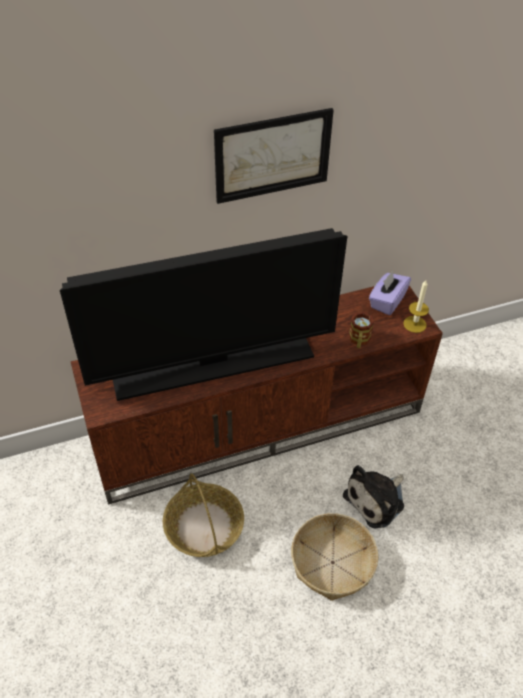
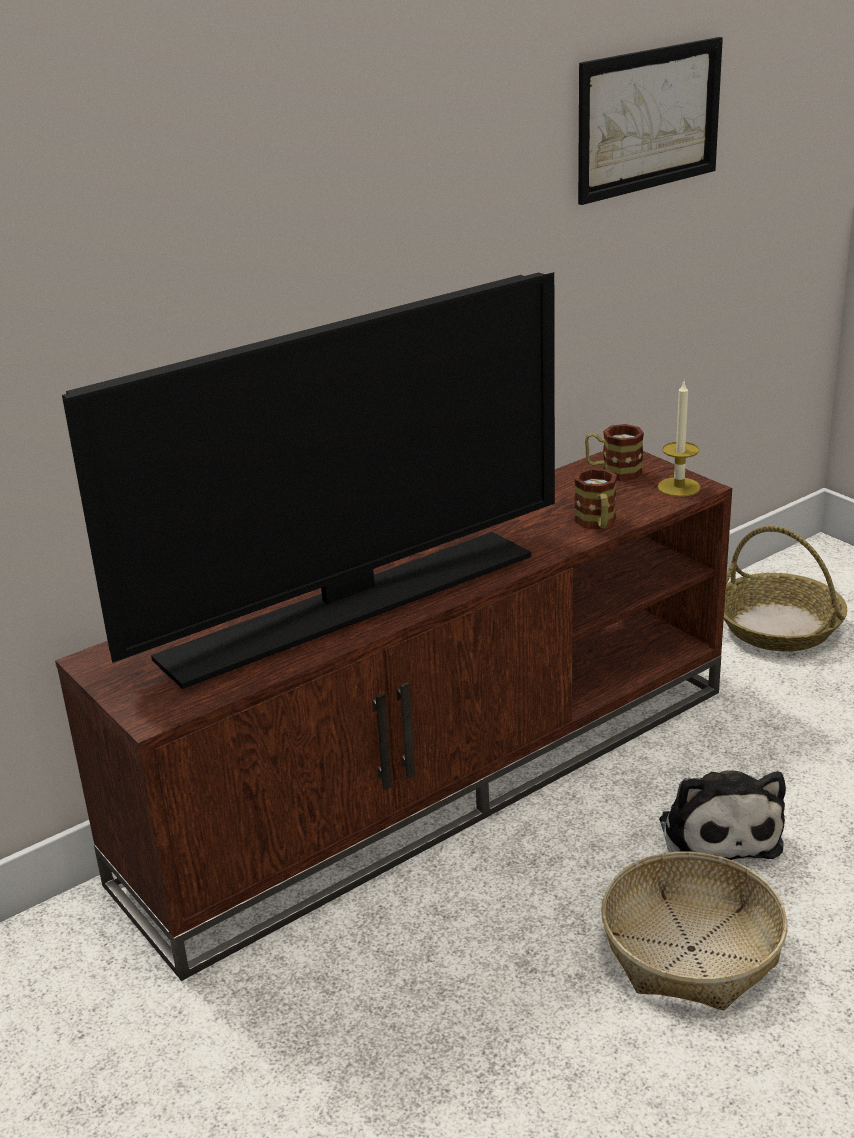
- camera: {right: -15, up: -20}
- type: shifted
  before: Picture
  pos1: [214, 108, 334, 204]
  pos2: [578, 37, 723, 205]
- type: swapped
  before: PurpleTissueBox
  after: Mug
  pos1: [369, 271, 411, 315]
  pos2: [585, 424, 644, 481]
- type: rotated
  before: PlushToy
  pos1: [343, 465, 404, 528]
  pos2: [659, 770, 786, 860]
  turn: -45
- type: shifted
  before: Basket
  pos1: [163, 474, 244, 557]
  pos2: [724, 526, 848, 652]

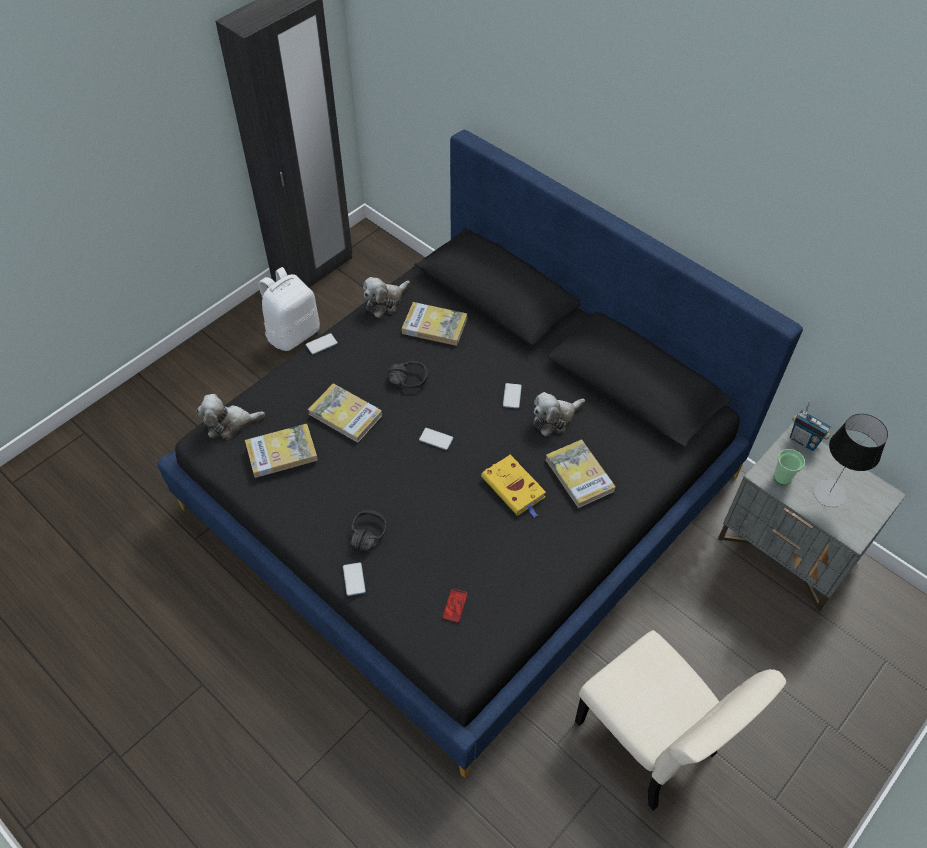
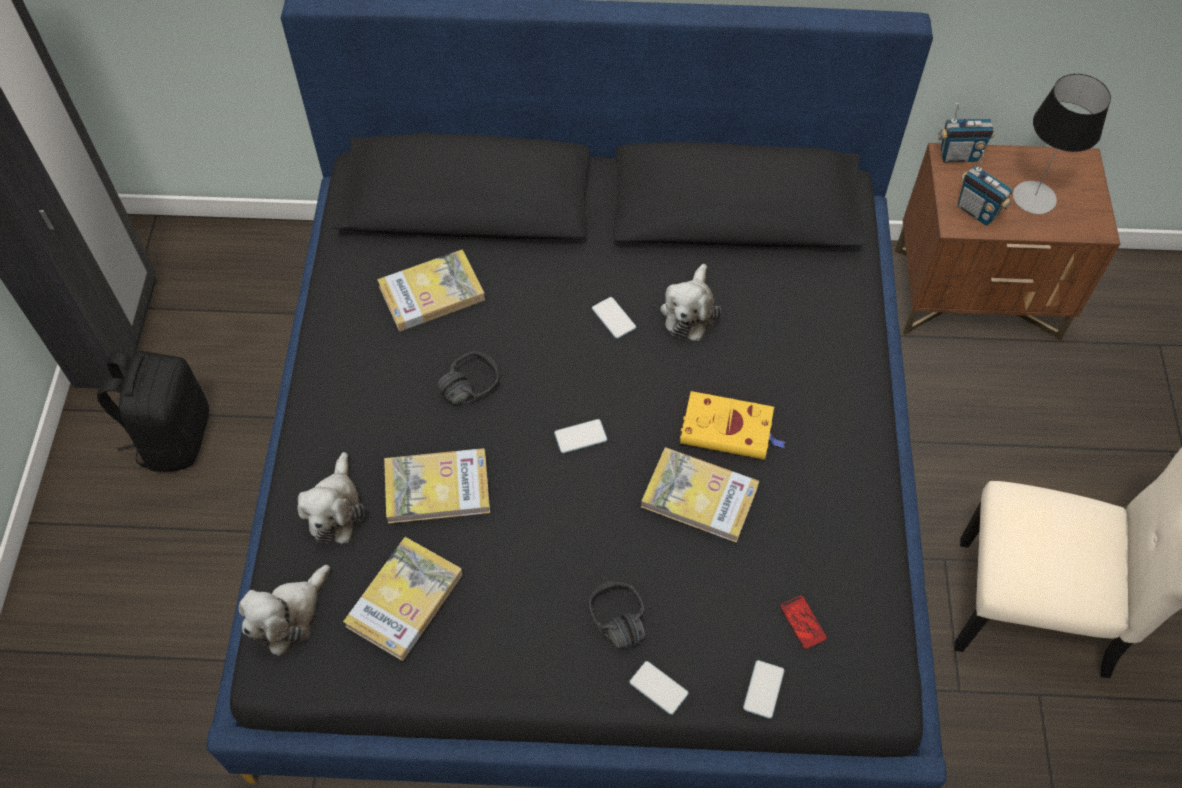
- camera: {right: -40, up: 5}
- type: repainted
  before: WhiteBackpack
  after: BlackBackpack
  pos1: [258, 267, 320, 351]
  pos2: [97, 351, 209, 472]
- type: shifted
  before: PlushToy
  pos1: [363, 277, 410, 318]
  pos2: [297, 452, 364, 544]
- type: shifted
  before: Book
  pos1: [545, 439, 616, 508]
  pos2: [641, 447, 759, 542]
- type: shifted
  before: Phone
  pos1: [306, 333, 338, 355]
  pos2: [743, 660, 785, 719]
- type: repainted
  before: GreyNightstand
  after: BrownNightstand
  pos1: [718, 423, 906, 611]
  pos2: [895, 143, 1120, 341]
- type: swapped
  before: Cup
  after: Radio
  pos1: [774, 449, 805, 485]
  pos2: [958, 150, 1013, 226]

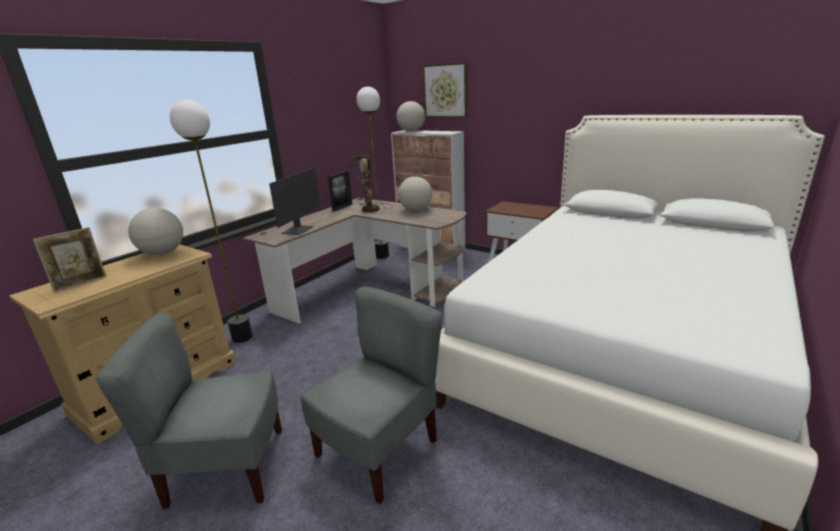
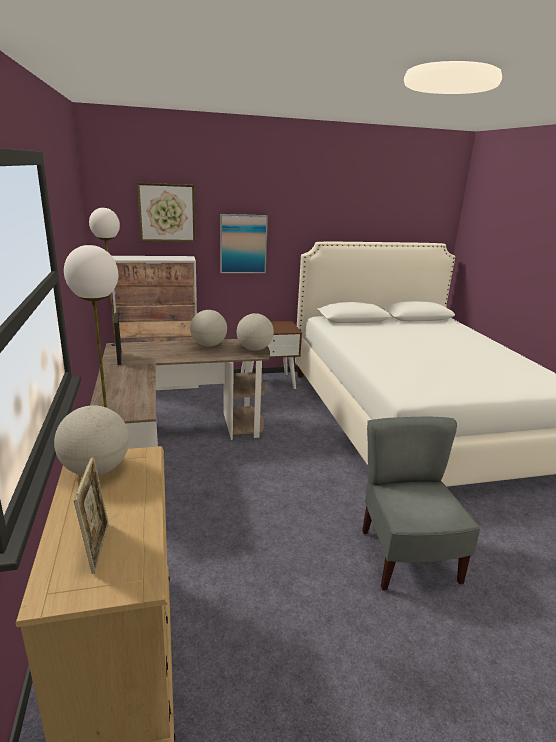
- camera: {right: -50, up: 0}
- type: new
  after: Picture
  pos2: [220, 214, 268, 273]
- type: shifted
  before: Globe
  pos1: [396, 101, 425, 132]
  pos2: [237, 313, 274, 351]
- type: gone
  before: GreyChair
  pos1: [95, 313, 282, 509]
- type: gone
  before: Monitor
  pos1: [269, 167, 320, 235]
- type: gone
  before: TableLamp
  pos1: [348, 156, 393, 212]

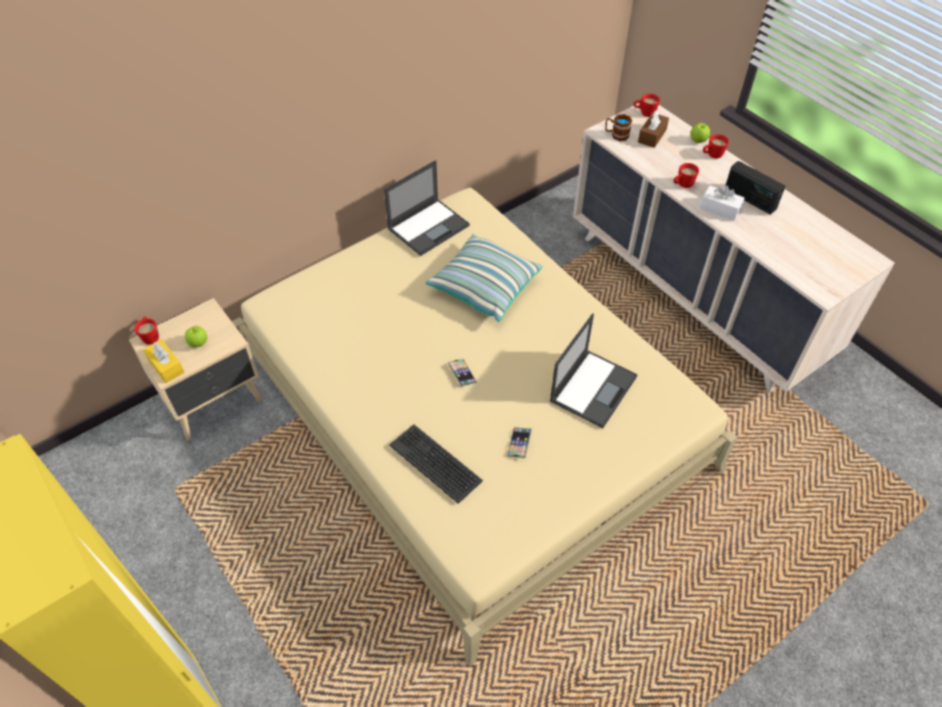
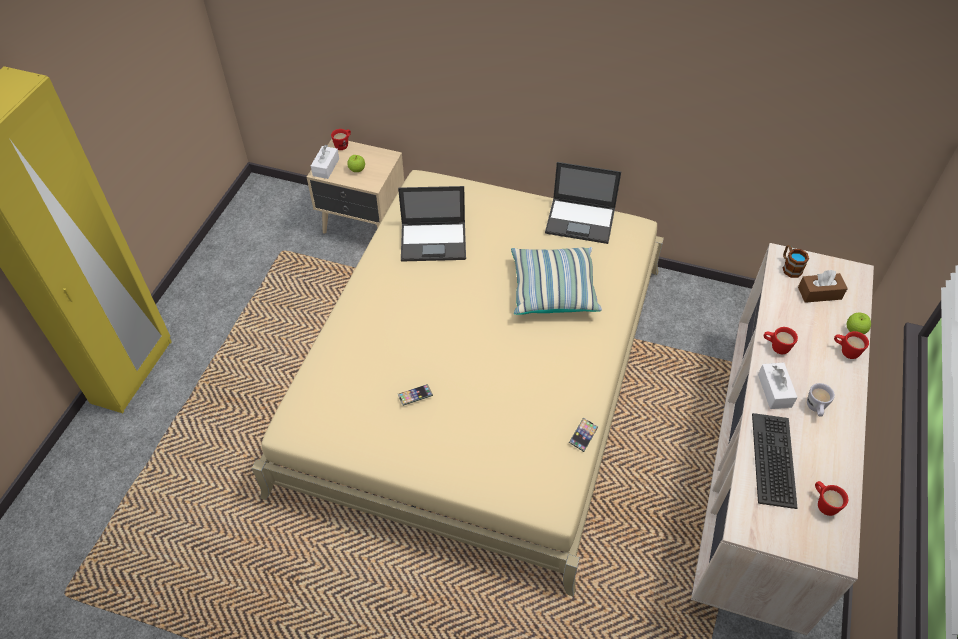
- camera: {right: 55, up: 0}
- type: repainted
  before: YellowTissueBox
  after: WhiteTissueBox
  pos1: [143, 339, 185, 383]
  pos2: [311, 145, 339, 179]
- type: shifted
  before: Laptop
  pos1: [549, 313, 638, 428]
  pos2: [398, 186, 466, 261]
- type: shifted
  before: Phone
  pos1: [448, 359, 476, 386]
  pos2: [569, 417, 598, 452]
- type: shifted
  before: Keyboard
  pos1: [389, 424, 483, 504]
  pos2: [752, 413, 797, 509]
- type: swapped
  before: Radio
  after: WhiteMug
  pos1: [726, 161, 785, 215]
  pos2: [807, 383, 835, 416]
- type: shifted
  before: RedMug
  pos1: [634, 94, 660, 117]
  pos2: [815, 481, 848, 516]

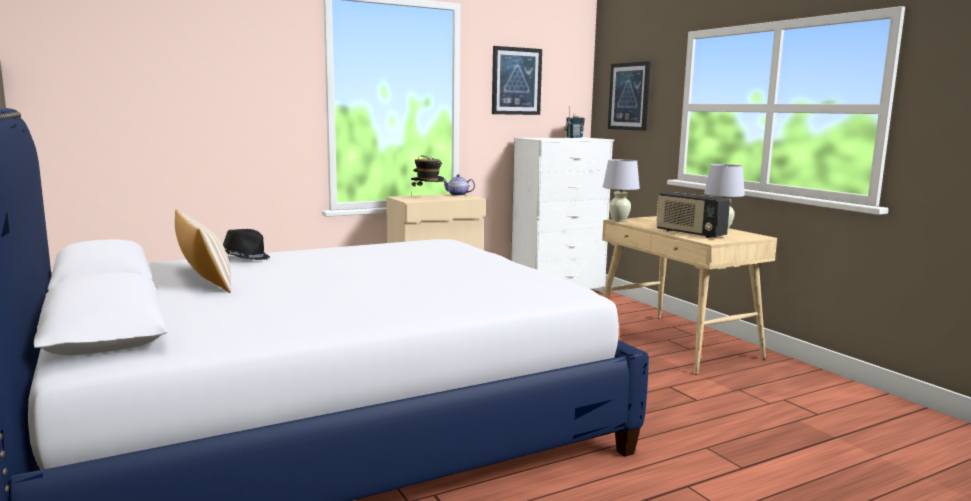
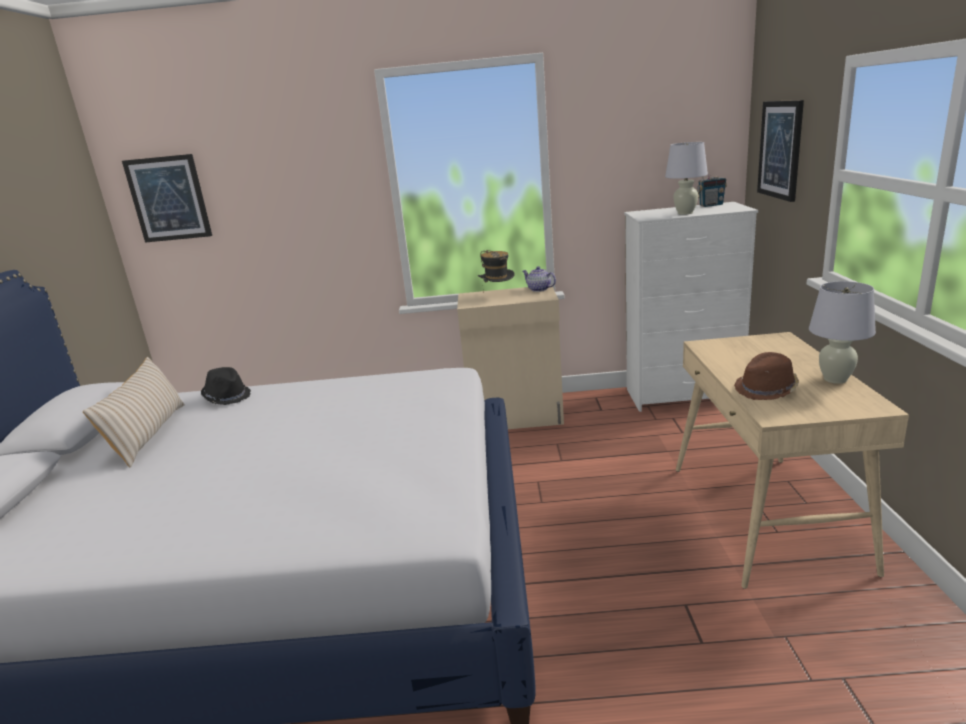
- camera: {right: 30, up: 10}
- type: shifted
  before: Picture
  pos1: [492, 46, 542, 115]
  pos2: [122, 154, 212, 243]
- type: shifted
  before: WhiteTableLamp
  pos1: [603, 159, 640, 222]
  pos2: [665, 142, 708, 215]
- type: swapped
  before: Radio
  after: BrownHat
  pos1: [656, 192, 730, 238]
  pos2: [734, 352, 799, 400]

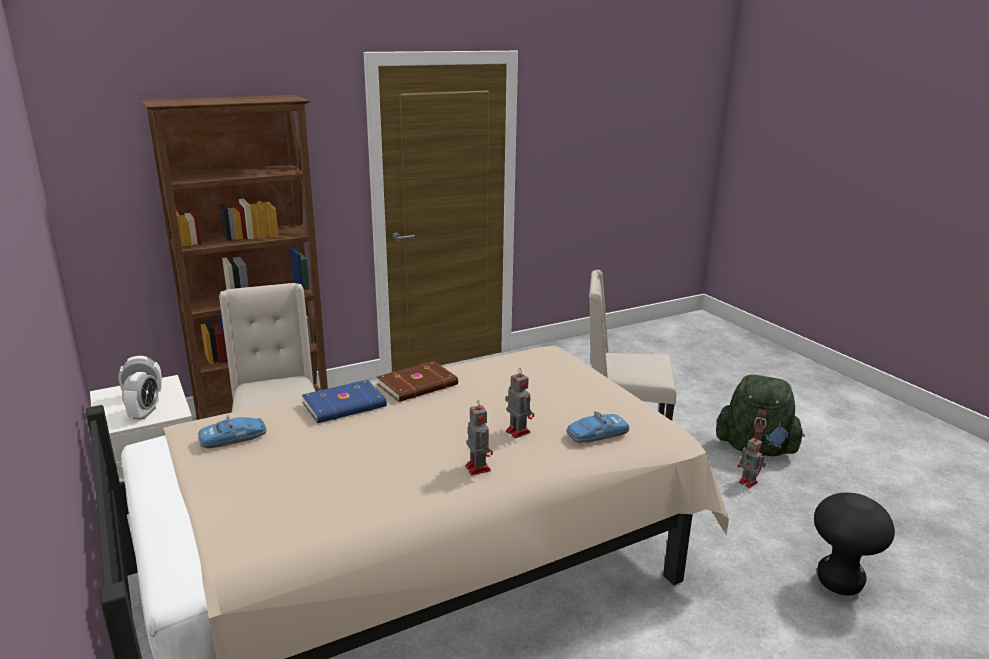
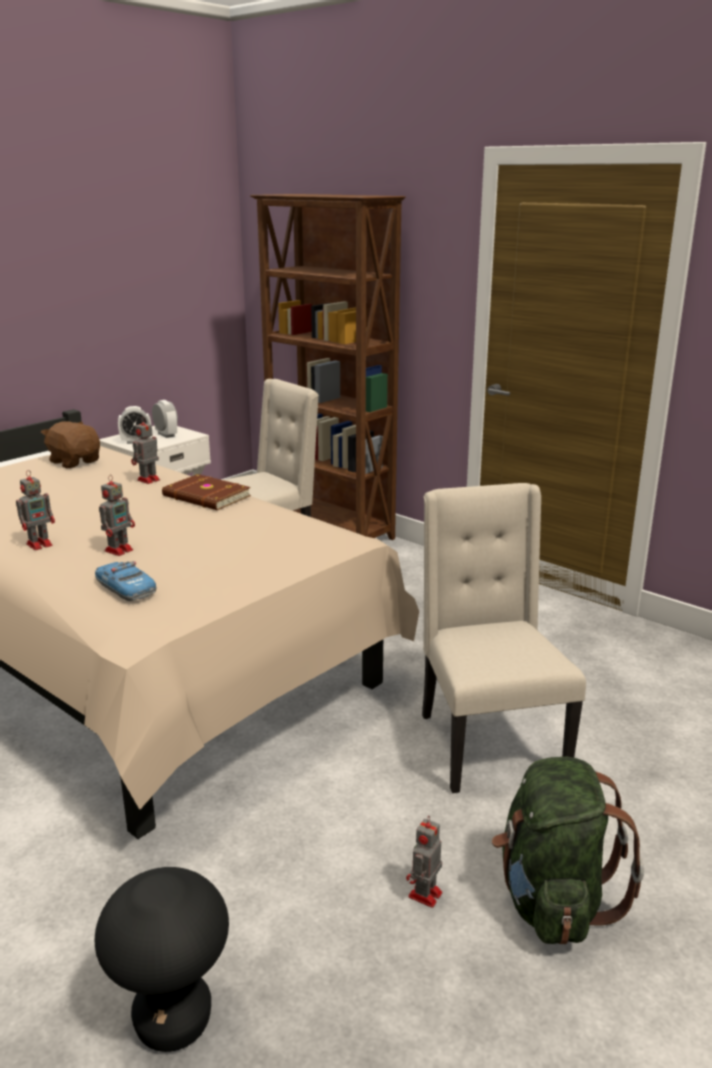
- camera: {right: 70, up: 0}
- type: swapped
  before: ToyCar
  after: BrownPlushToy
  pos1: [198, 415, 266, 448]
  pos2: [41, 421, 100, 468]
- type: swapped
  before: BlueBook
  after: ToyRobot
  pos1: [302, 380, 387, 423]
  pos2: [131, 417, 160, 484]

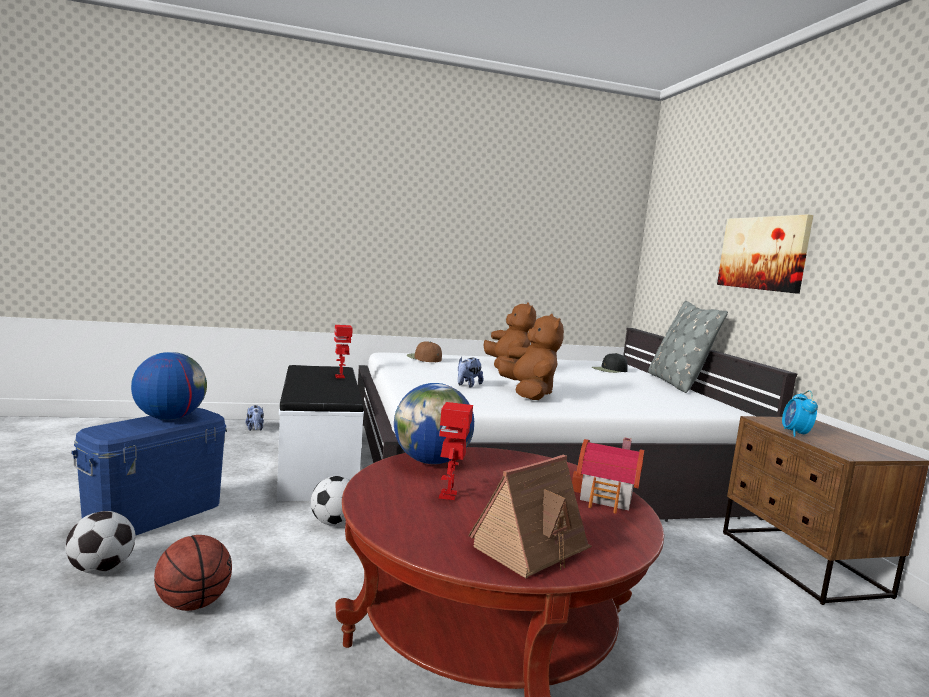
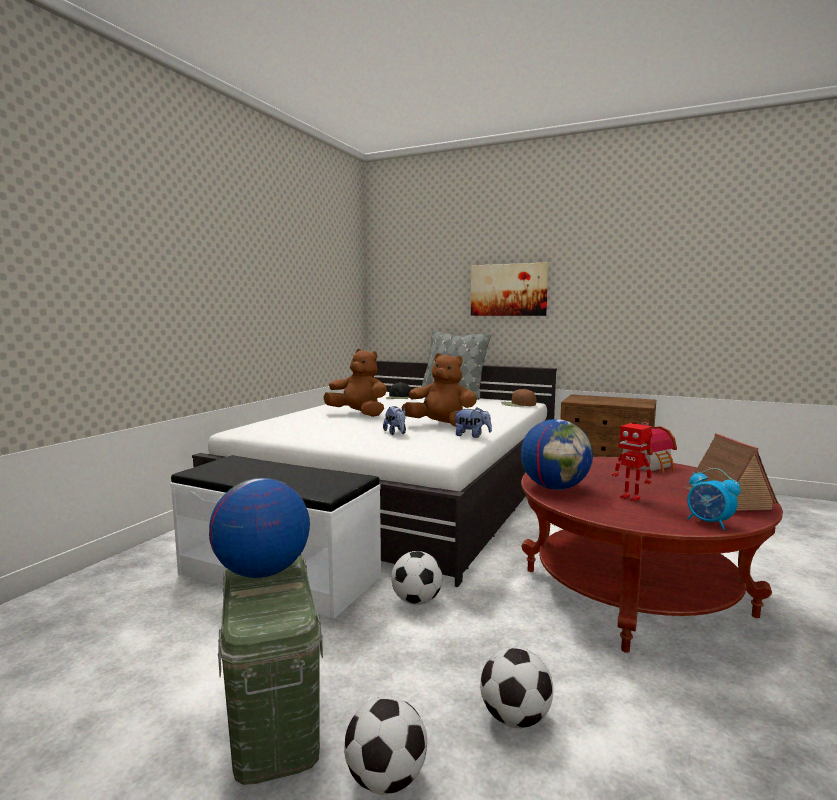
- camera: {right: -50, up: 0}
- type: repainted
  before: BlueStorageBox
  after: GreenStorageBox
  pos1: [71, 408, 227, 535]
  pos2: [218, 554, 323, 785]
- type: shifted
  before: PlushToy
  pos1: [246, 405, 264, 431]
  pos2: [453, 407, 492, 438]
- type: swapped
  before: Basketball
  after: Football
  pos1: [154, 535, 232, 611]
  pos2: [480, 647, 553, 728]
- type: shifted
  before: BrownCap
  pos1: [407, 341, 442, 362]
  pos2: [501, 389, 536, 406]
- type: shifted
  before: AlarmClock
  pos1: [782, 390, 818, 437]
  pos2: [687, 468, 741, 530]
- type: gone
  before: ToyRobot
  pos1: [334, 325, 353, 378]

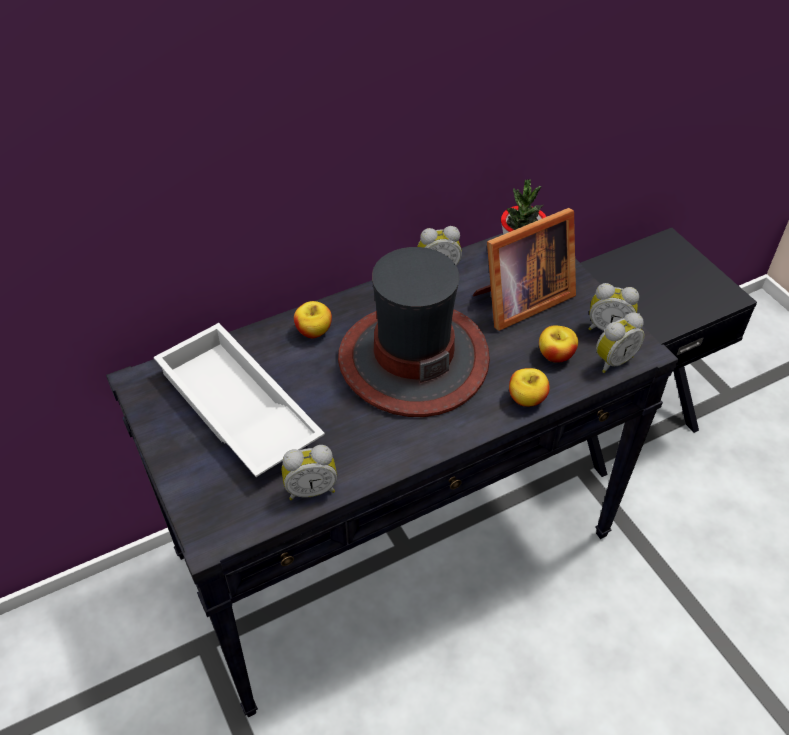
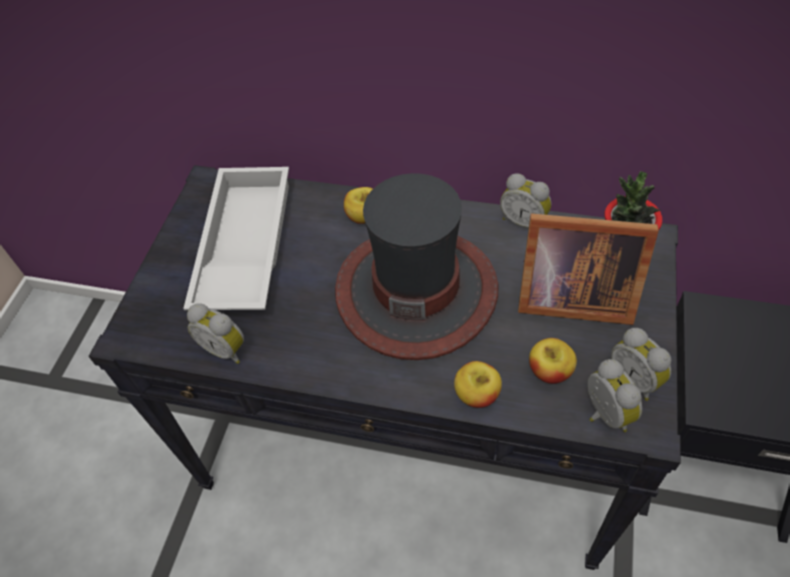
- camera: {right: 45, up: 5}
- type: rotated
  before: AlarmClock
  pos1: [596, 313, 645, 373]
  pos2: [587, 359, 642, 432]
  turn: -120

